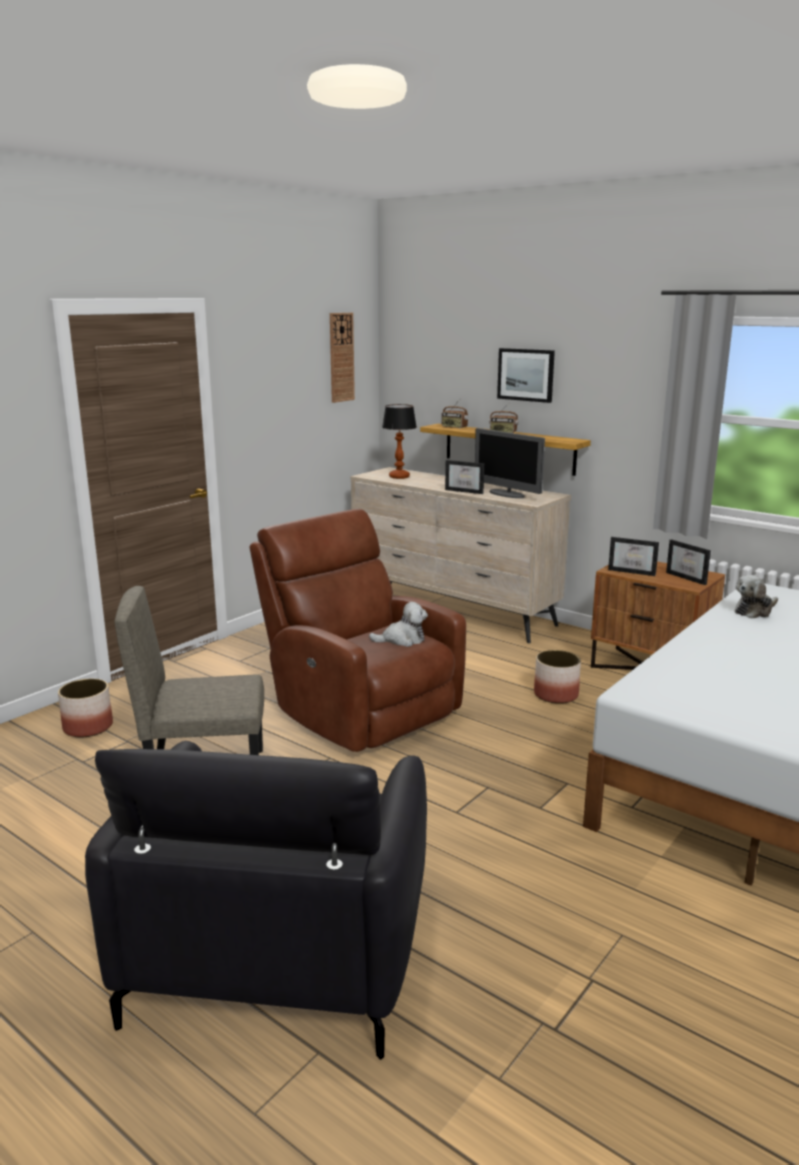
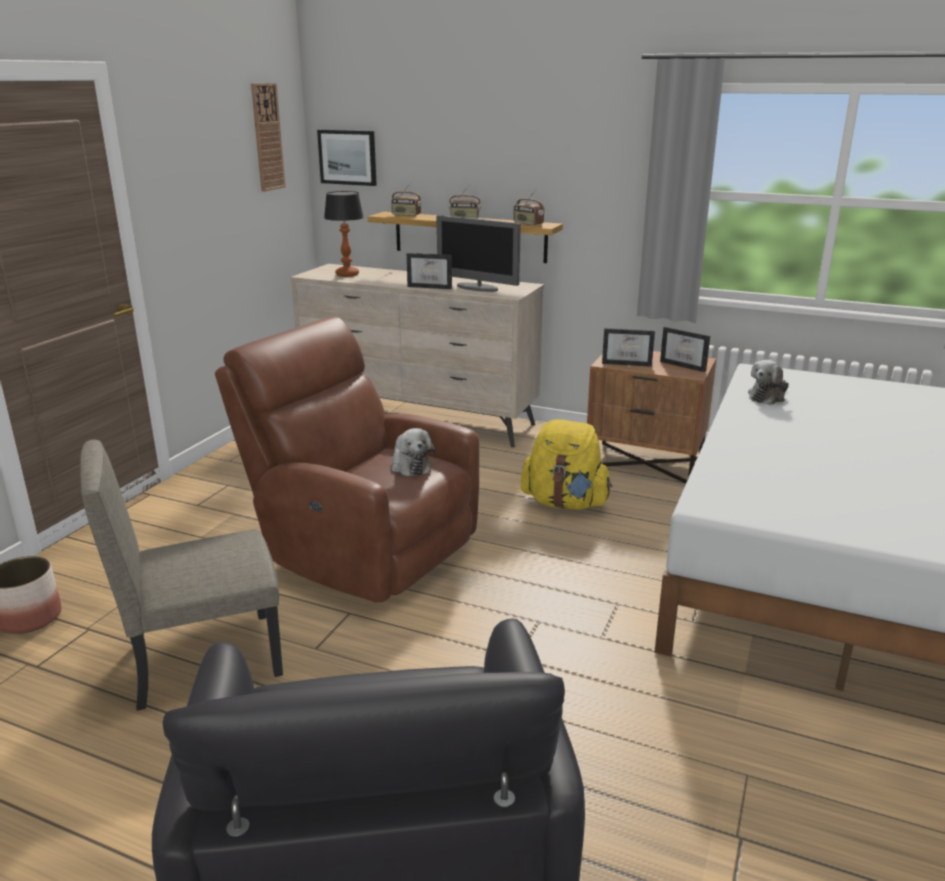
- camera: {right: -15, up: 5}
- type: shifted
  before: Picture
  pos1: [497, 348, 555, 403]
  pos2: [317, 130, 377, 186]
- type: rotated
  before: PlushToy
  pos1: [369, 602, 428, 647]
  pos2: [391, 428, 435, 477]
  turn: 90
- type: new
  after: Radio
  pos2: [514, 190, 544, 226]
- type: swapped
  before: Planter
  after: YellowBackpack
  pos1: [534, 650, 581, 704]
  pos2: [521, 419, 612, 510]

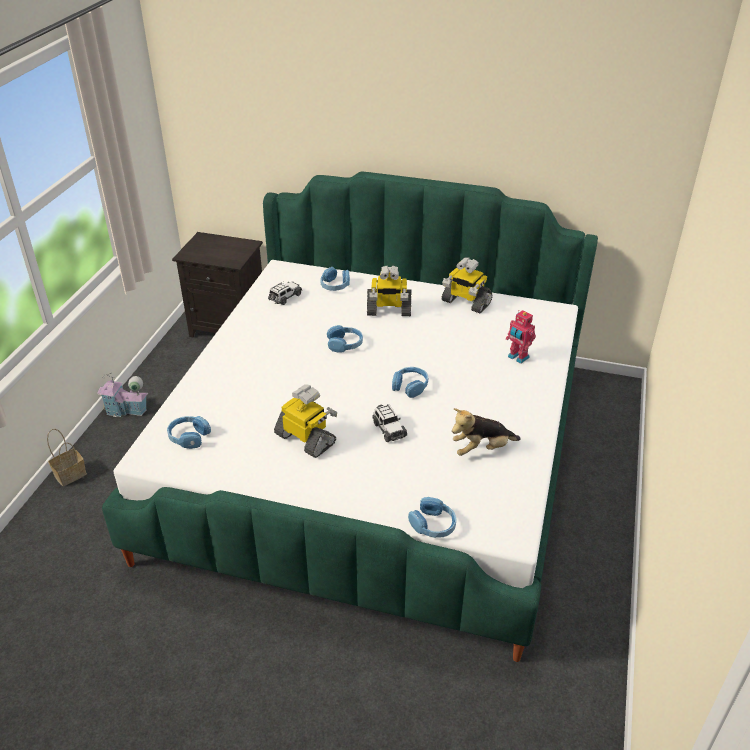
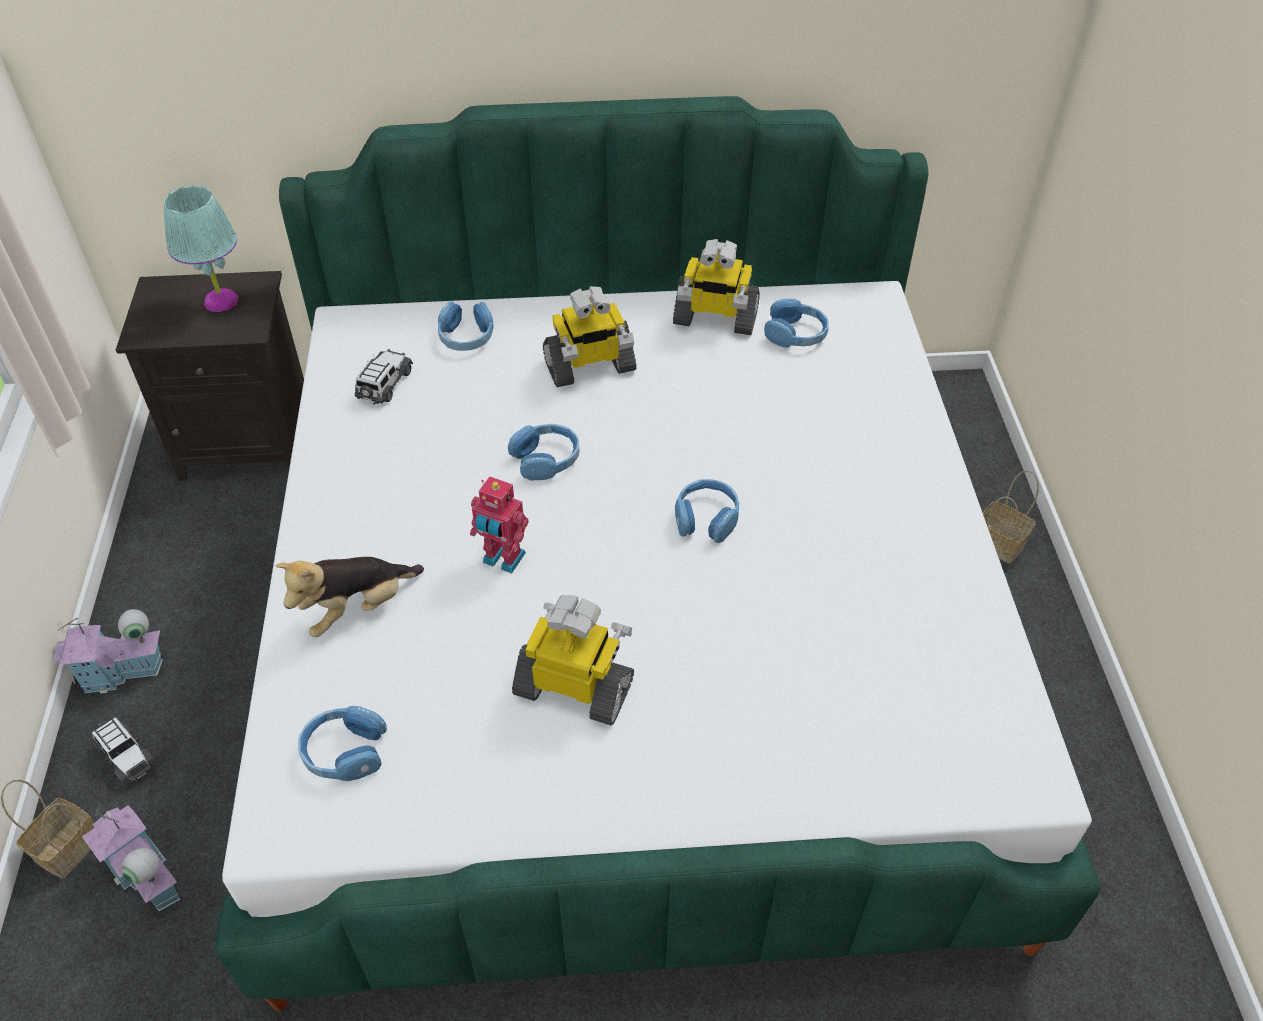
- camera: {right: -20, up: 10}
- type: new
  after: ToyHouse
  pos2: [82, 803, 180, 911]
- type: shifted
  before: ToyCar
  pos1: [372, 404, 407, 442]
  pos2: [92, 717, 157, 786]
- type: new
  after: TurquoiseTableLamp
  pos2: [163, 185, 238, 312]
- type: shifted
  before: PlushToy
  pos1: [452, 408, 521, 456]
  pos2: [276, 557, 424, 637]
- type: shifted
  before: ToyRobot
  pos1: [506, 310, 536, 364]
  pos2: [470, 476, 528, 574]
- type: shifted
  before: BlueHeadphones
  pos1: [408, 497, 456, 538]
  pos2: [764, 299, 829, 348]
- type: new
  after: Basket
  pos2: [983, 470, 1039, 564]

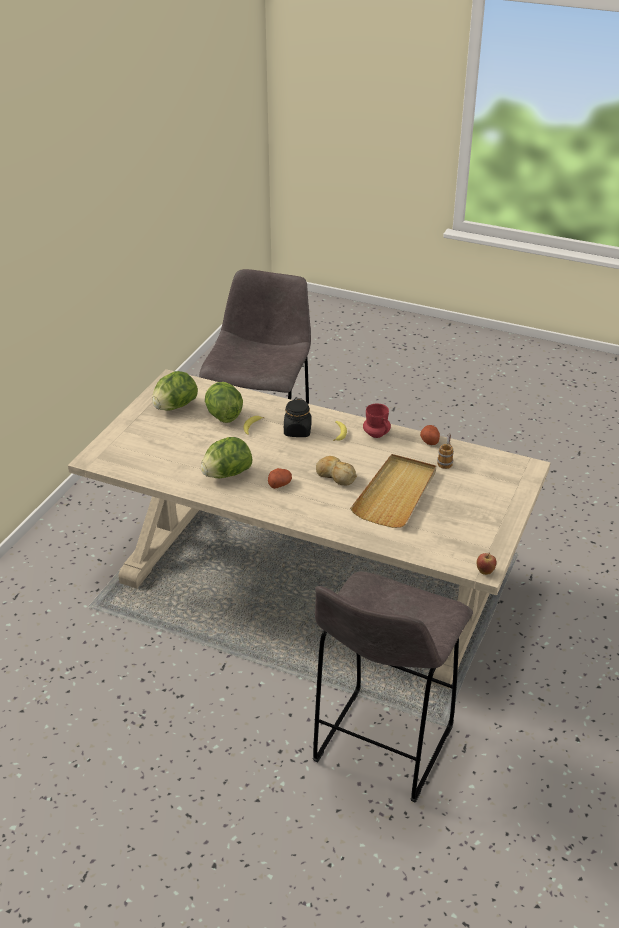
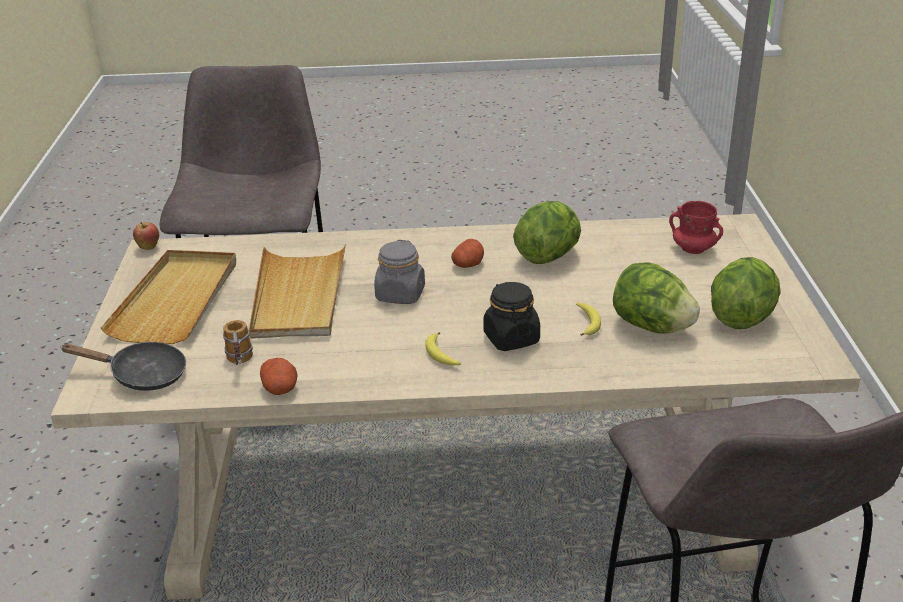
- camera: {right: 155, up: -5}
- type: new
  after: BlackFryingPan
  pos2: [60, 342, 186, 391]
- type: new
  after: BeigeTray
  pos2: [101, 250, 236, 344]
- type: swapped
  before: Bread
  after: GreyJar
  pos1: [316, 456, 357, 485]
  pos2: [374, 240, 425, 304]
- type: shifted
  before: RedMug
  pos1: [363, 404, 391, 438]
  pos2: [669, 201, 723, 254]

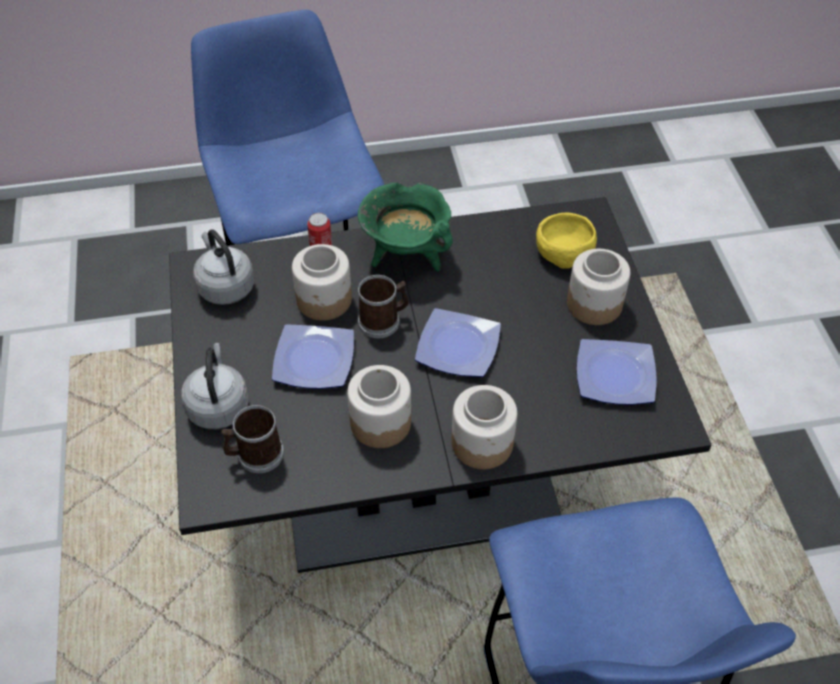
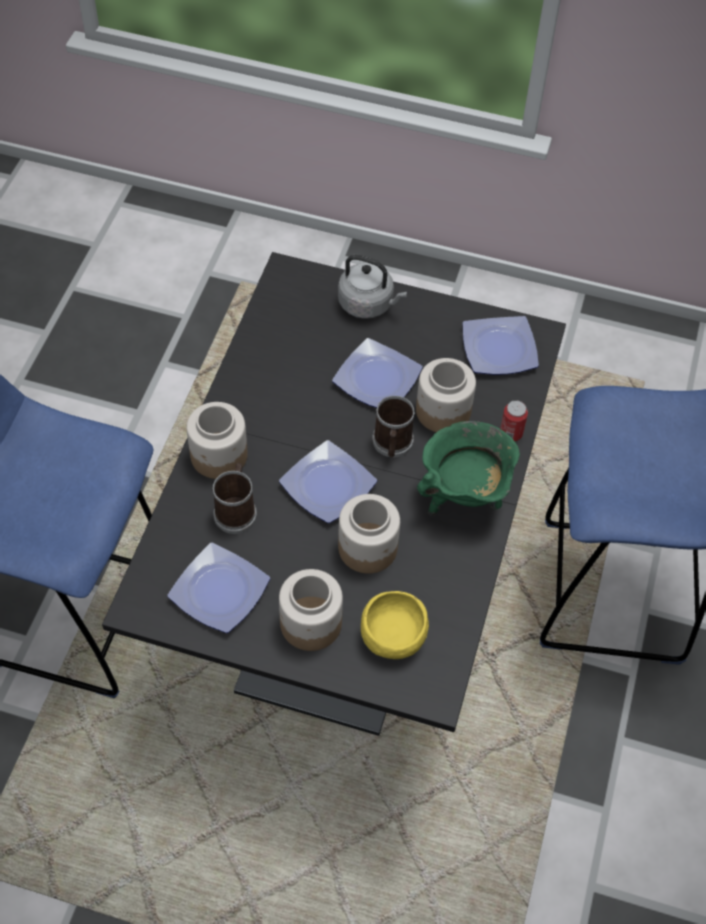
- camera: {right: 115, up: 5}
- type: shifted
  before: Mug
  pos1: [221, 405, 284, 473]
  pos2: [213, 463, 257, 534]
- type: shifted
  before: Jar
  pos1: [347, 365, 411, 448]
  pos2: [338, 494, 400, 574]
- type: swapped
  before: GreyKettle
  after: Plate
  pos1: [193, 230, 254, 305]
  pos2: [463, 316, 539, 375]

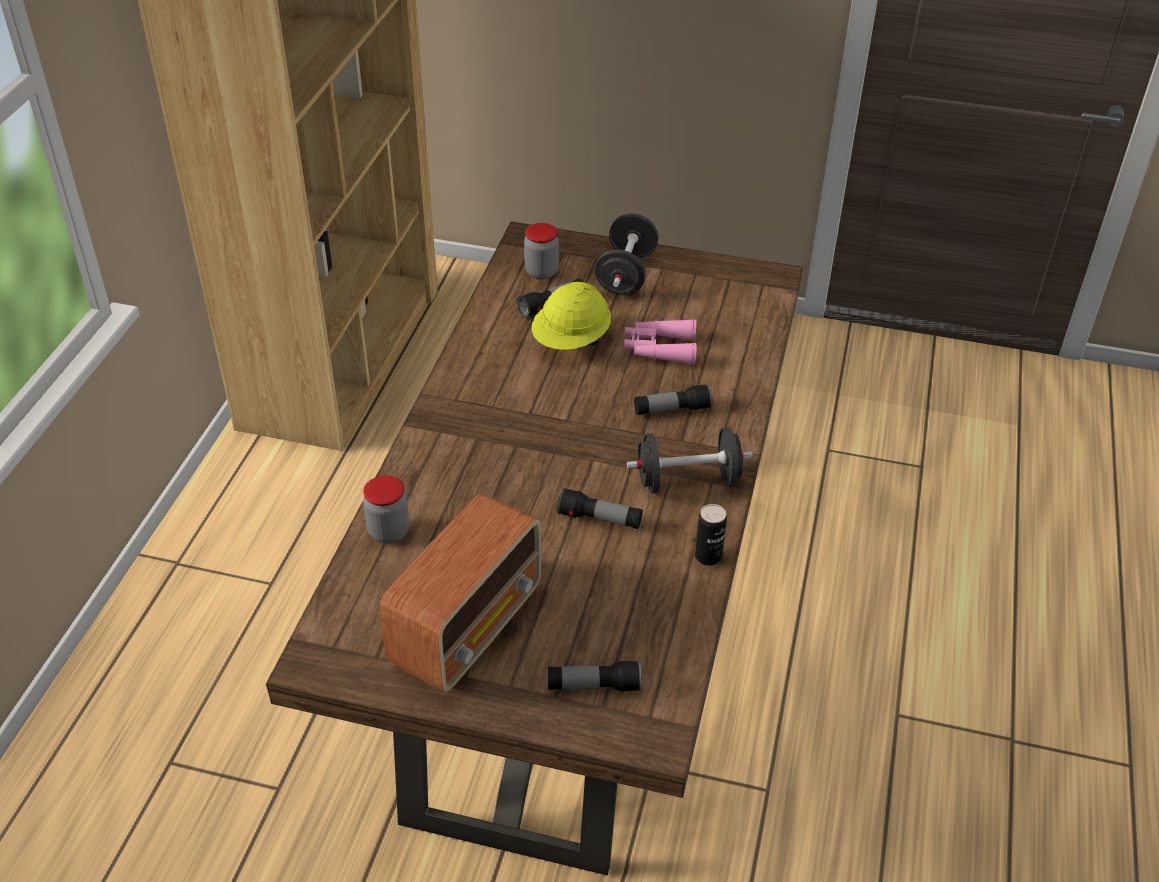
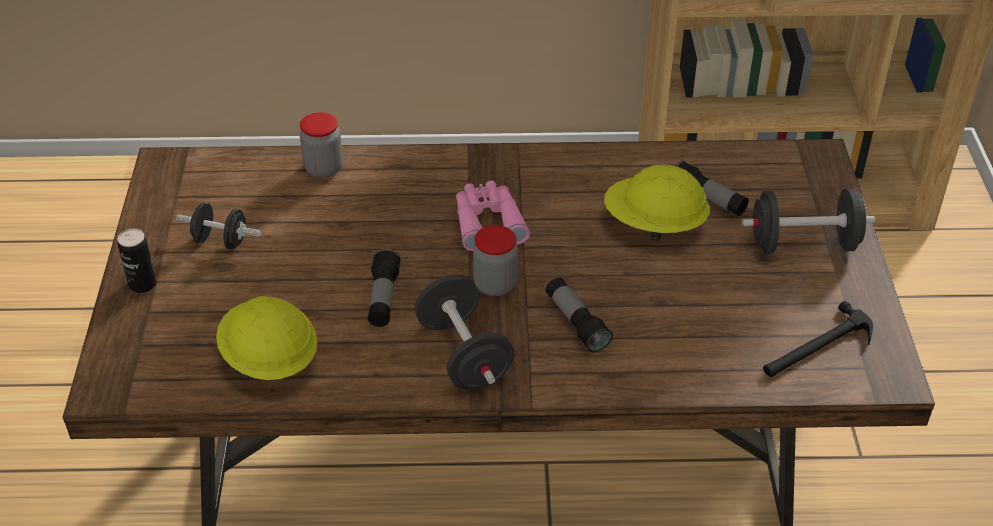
- camera: {right: 75, up: 0}
- type: shifted
  before: Can
  pos1: [695, 504, 727, 566]
  pos2: [118, 229, 157, 293]
- type: swapped
  before: Radio
  after: BlackDumbbell
  pos1: [379, 493, 542, 692]
  pos2: [176, 203, 261, 249]
- type: new
  after: YellowHardHat
  pos2: [216, 296, 317, 380]
- type: shifted
  before: PinkBinoculars
  pos1: [624, 319, 697, 365]
  pos2: [456, 181, 530, 251]
- type: shifted
  before: Jar
  pos1: [524, 223, 559, 280]
  pos2: [473, 225, 518, 296]
- type: new
  after: Hammer
  pos2: [763, 301, 873, 377]
- type: gone
  before: Flashlight
  pos1: [548, 660, 642, 692]

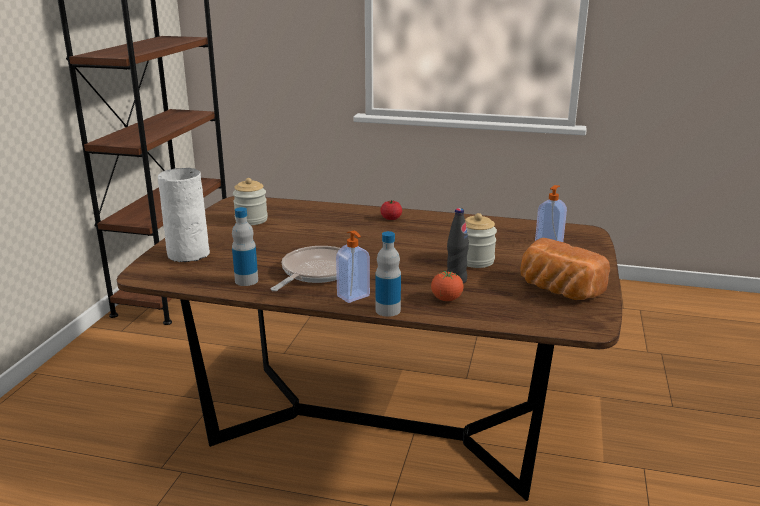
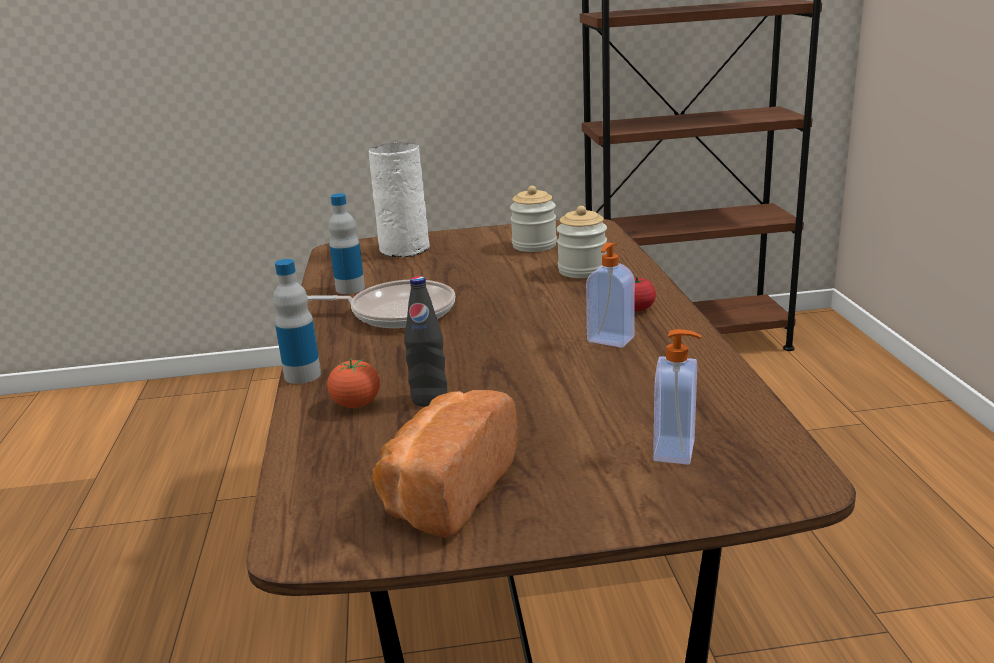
- camera: {right: 70, up: 0}
- type: shifted
  before: Jar
  pos1: [465, 213, 497, 268]
  pos2: [557, 206, 607, 278]
- type: shifted
  before: SoapDispenser
  pos1: [336, 231, 370, 303]
  pos2: [586, 242, 635, 348]

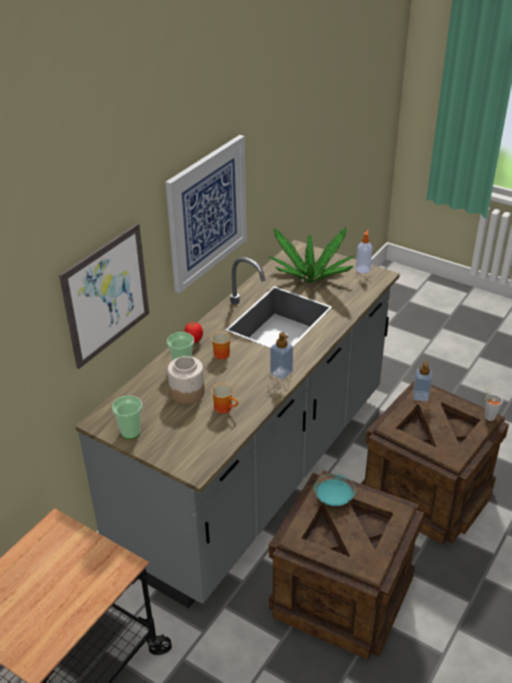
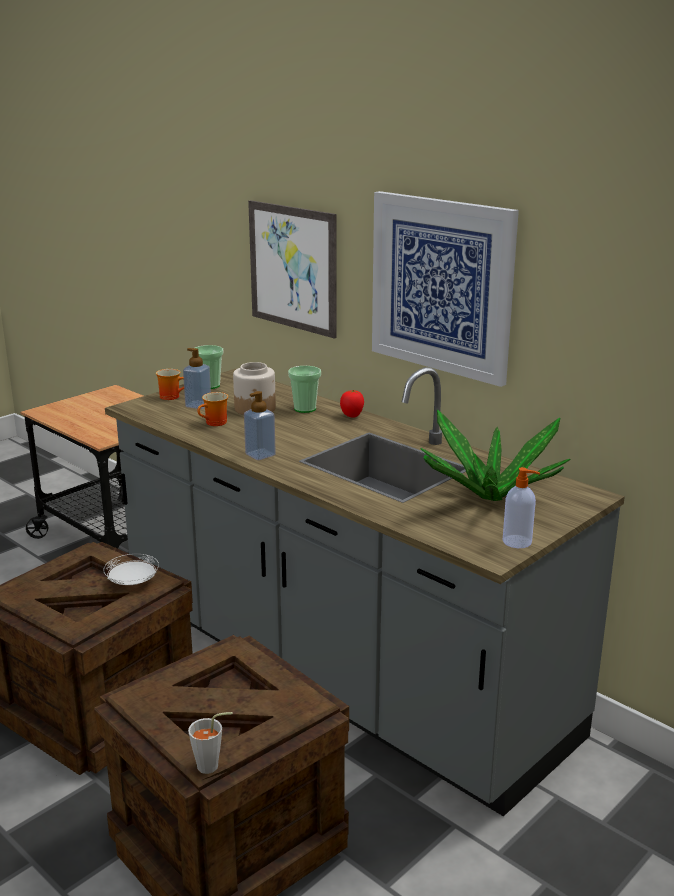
- camera: {right: 100, up: -15}
- type: repainted
  before: TurquoisePlate
  after: WhitePlate
  pos1: [314, 474, 355, 506]
  pos2: [103, 554, 159, 585]
- type: shifted
  before: Mug
  pos1: [211, 331, 231, 359]
  pos2: [156, 369, 184, 400]
- type: shifted
  before: SoapDispenser
  pos1: [413, 361, 432, 401]
  pos2: [183, 348, 211, 409]

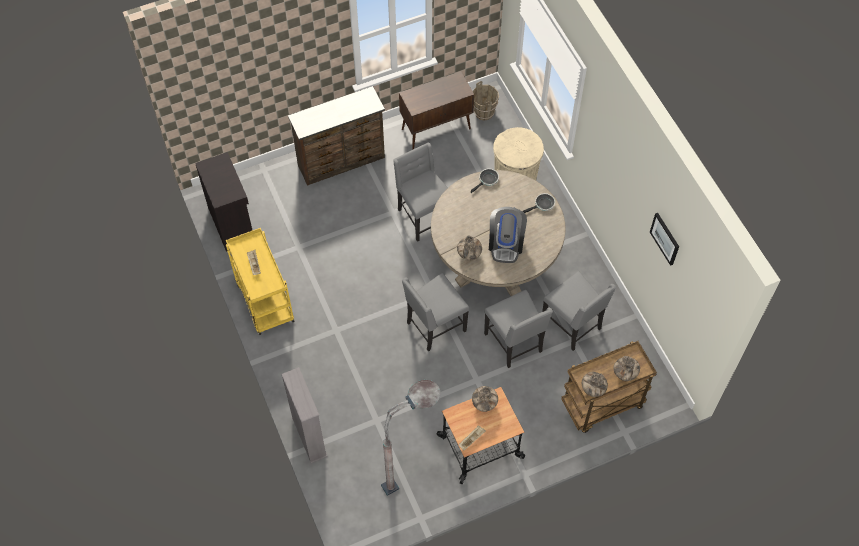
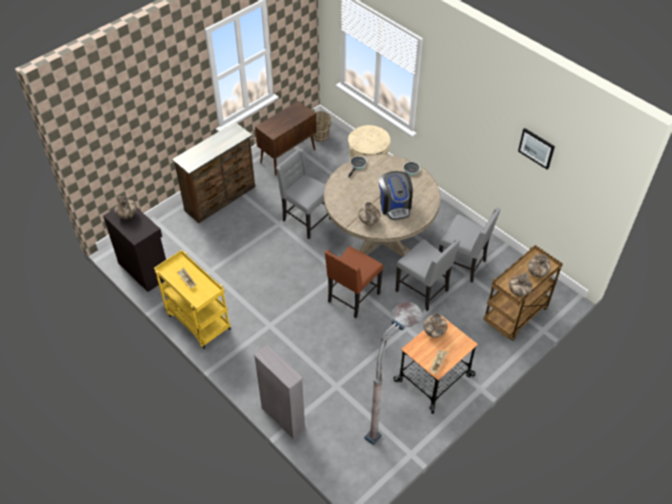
- camera: {right: -20, up: -10}
- type: new
  after: Vase
  pos2: [114, 196, 136, 219]
- type: repainted
  before: GreyChair
  after: BrownChair
  pos1: [402, 273, 469, 352]
  pos2: [325, 246, 383, 318]

